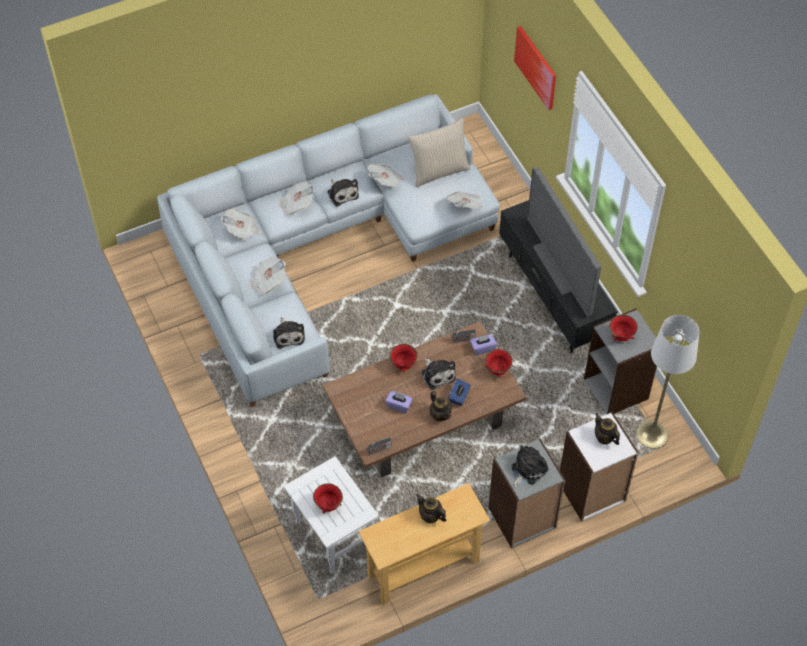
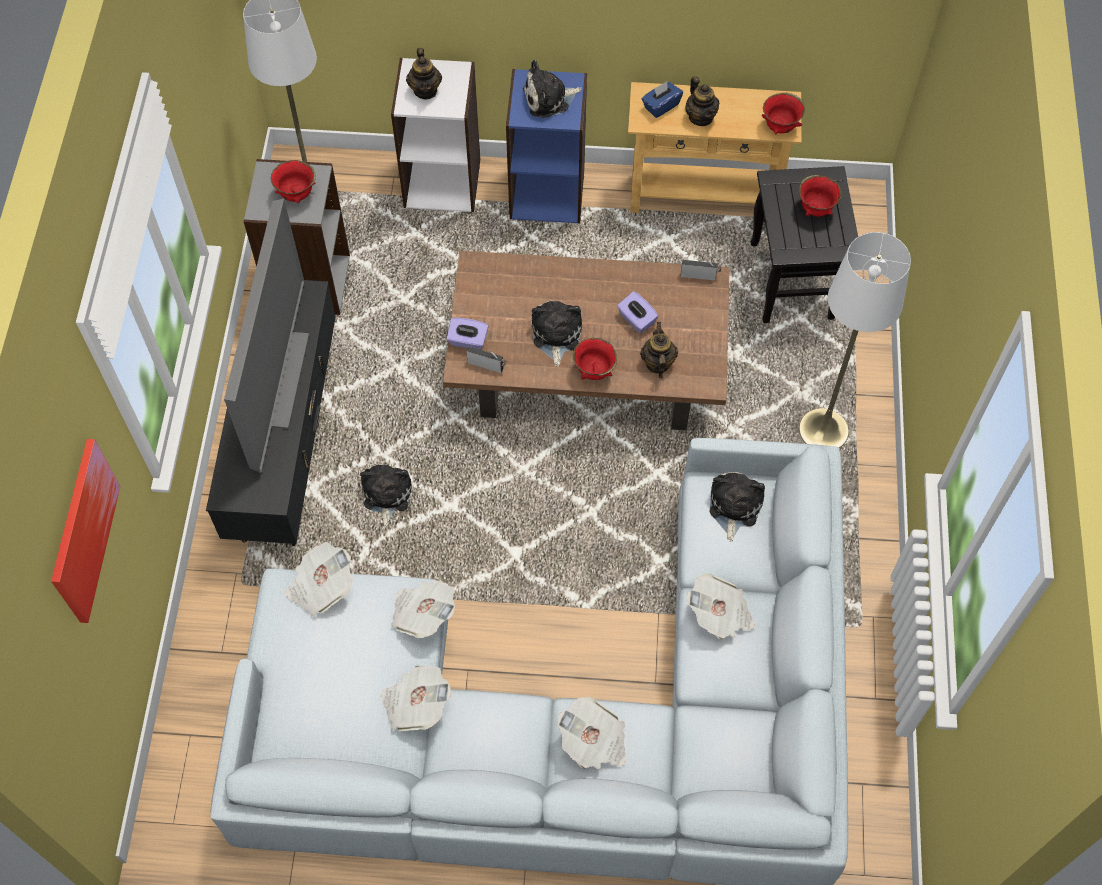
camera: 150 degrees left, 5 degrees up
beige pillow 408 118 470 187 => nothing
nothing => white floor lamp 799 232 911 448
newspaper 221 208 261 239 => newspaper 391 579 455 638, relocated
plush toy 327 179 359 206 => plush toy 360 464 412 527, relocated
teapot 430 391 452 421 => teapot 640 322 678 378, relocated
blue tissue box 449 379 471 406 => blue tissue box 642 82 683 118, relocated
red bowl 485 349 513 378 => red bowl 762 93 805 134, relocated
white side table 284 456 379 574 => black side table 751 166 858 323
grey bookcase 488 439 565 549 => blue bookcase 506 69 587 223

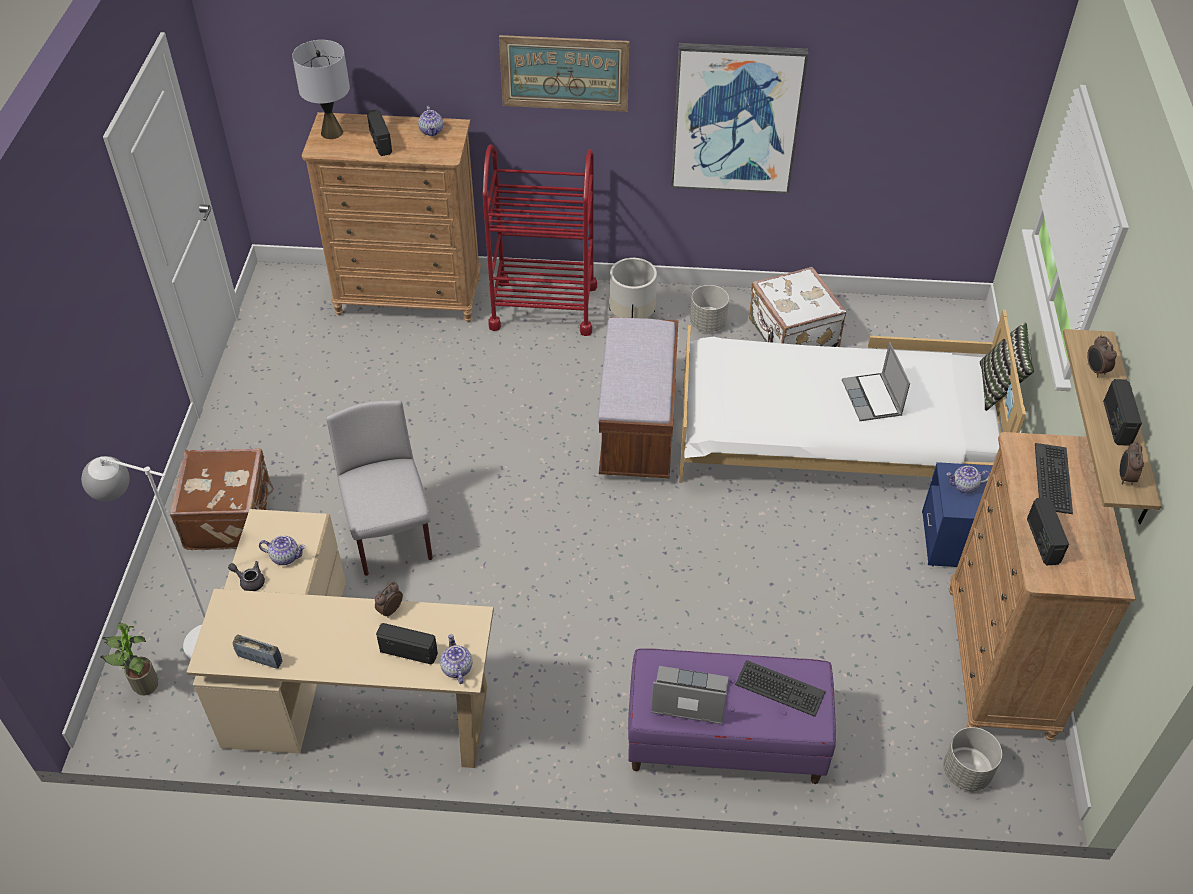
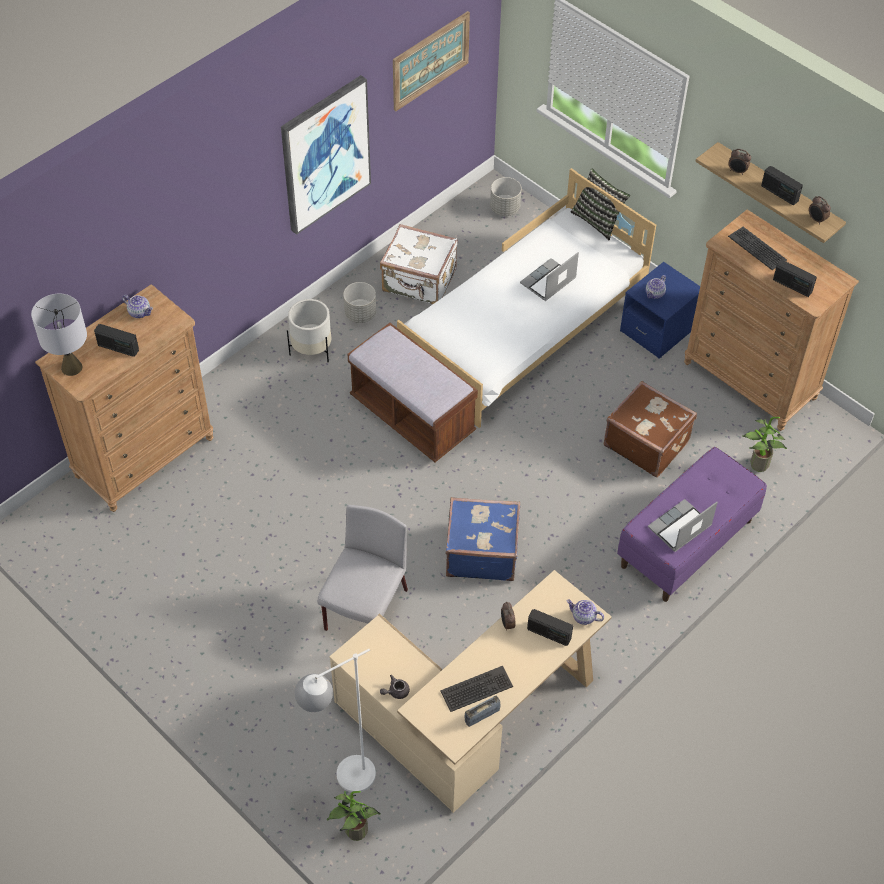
camera: 50 degrees left, 5 degrees up
teapot 259 536 306 565 => nothing
red cart 483 145 597 336 => nothing
nothing => blue suitcase 446 497 520 581
nothing => potted plant 742 417 787 472
brown suitcase 170 448 274 550 => brown suitcase 603 381 697 477, relocated
picture 499 35 629 112 => picture 393 11 470 111, relocated
keyboard 735 660 826 717 => keyboard 441 666 513 712, relocated
grey planter 943 727 1002 791 => grey planter 490 177 522 216, relocated
grey chair 326 400 433 576 => grey chair 317 505 408 631, 90 degrees clockwise
radio 376 623 438 664 => radio 527 609 573 646, 120 degrees counterclockwise
laptop 842 342 910 421 => laptop 520 252 579 301, 105 degrees clockwise

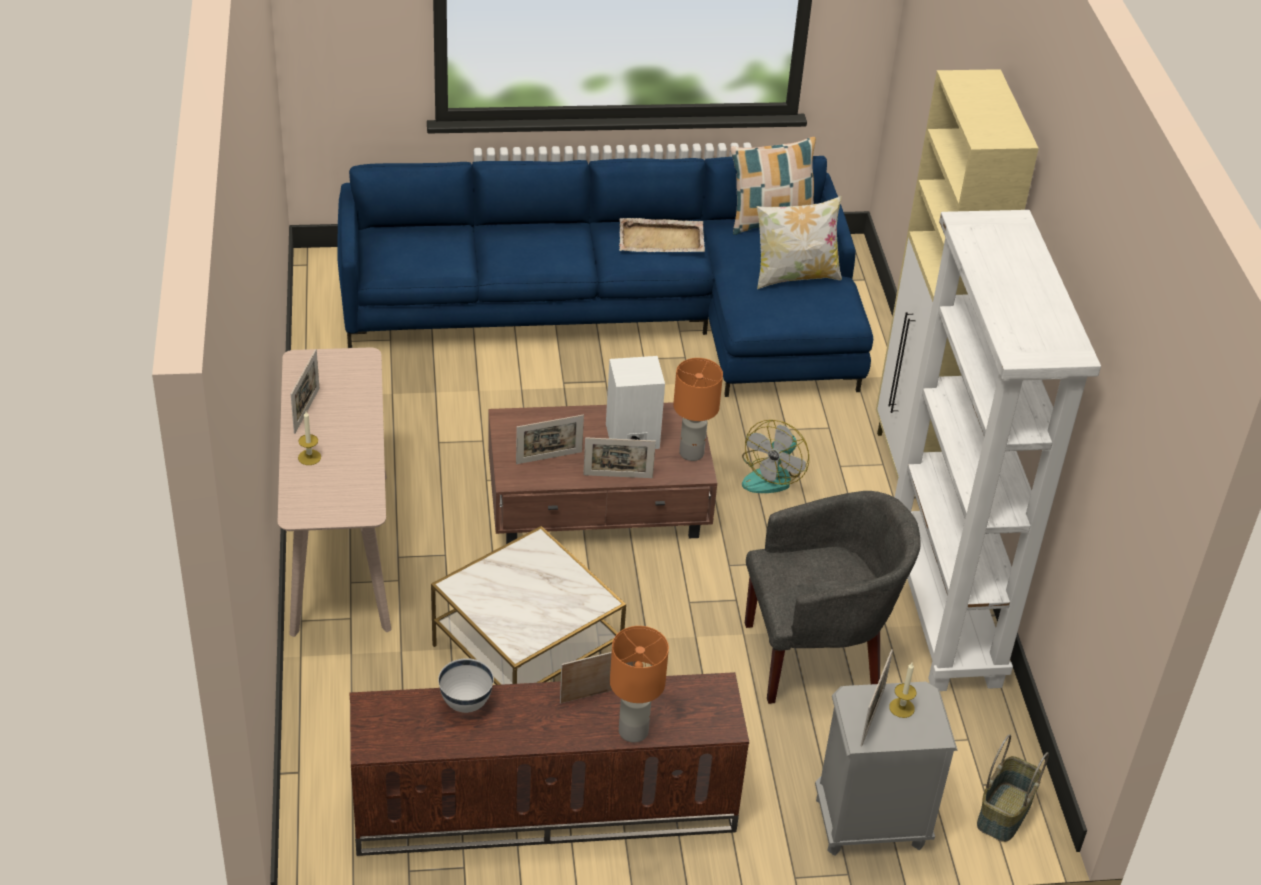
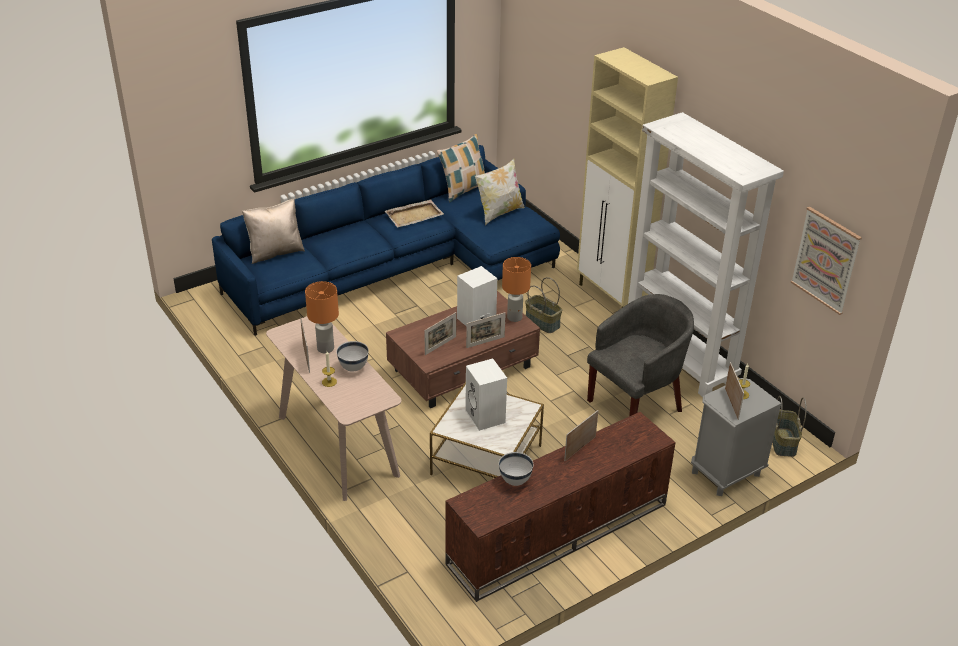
camera: 25 degrees left, 5 degrees down
nothing => beige pillow 242 199 305 264
nothing => white bowl 336 341 369 371
nothing => white speaker 465 359 507 431
nothing => picture 791 207 862 315
orange table lamp 610 626 669 743 => orange table lamp 305 281 339 354, relocated
fan 742 420 809 493 => basket 525 277 562 333

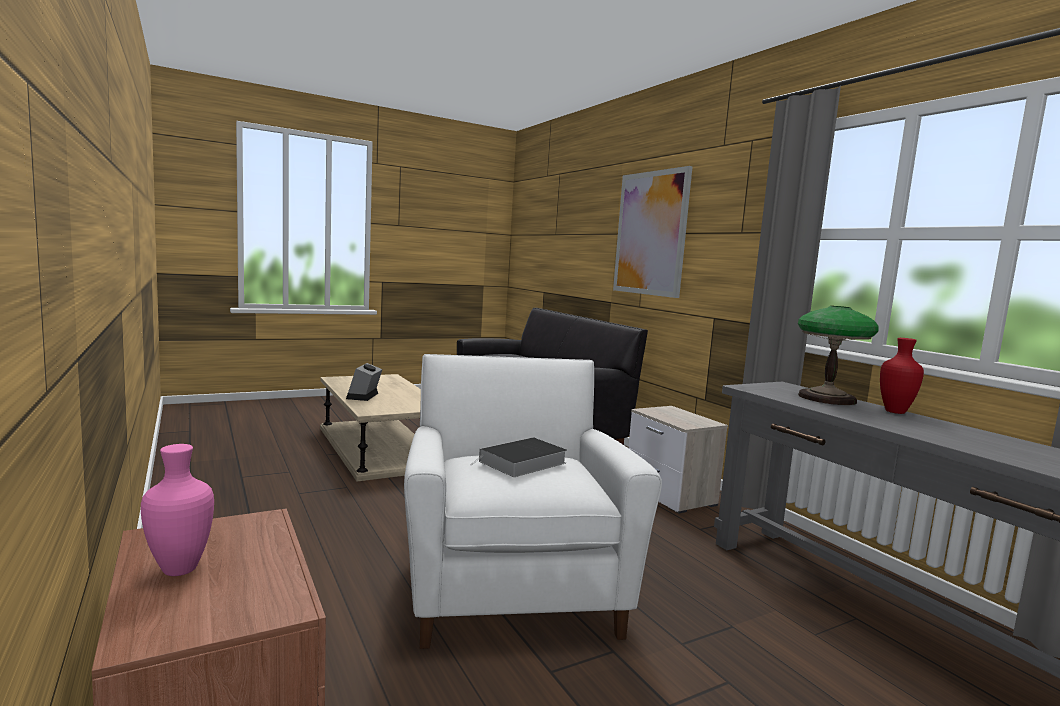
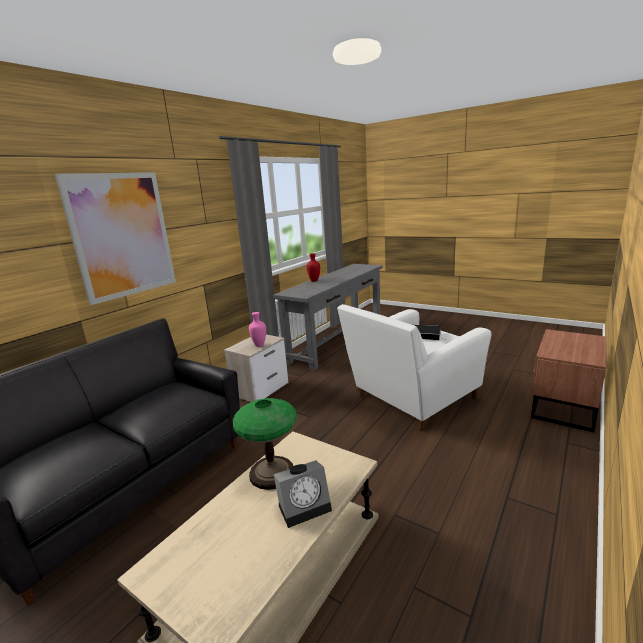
camera: 115 degrees left, 10 degrees up
pink vase 141 444 214 576 => pink vase 249 312 266 347, relocated
table lamp 798 306 879 405 => table lamp 233 398 297 490, relocated

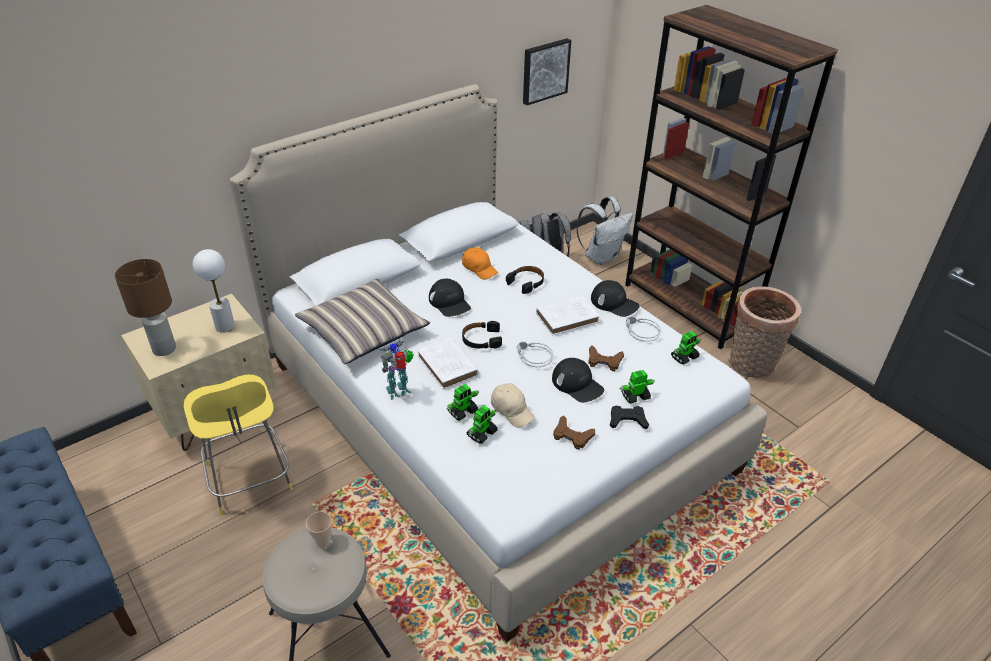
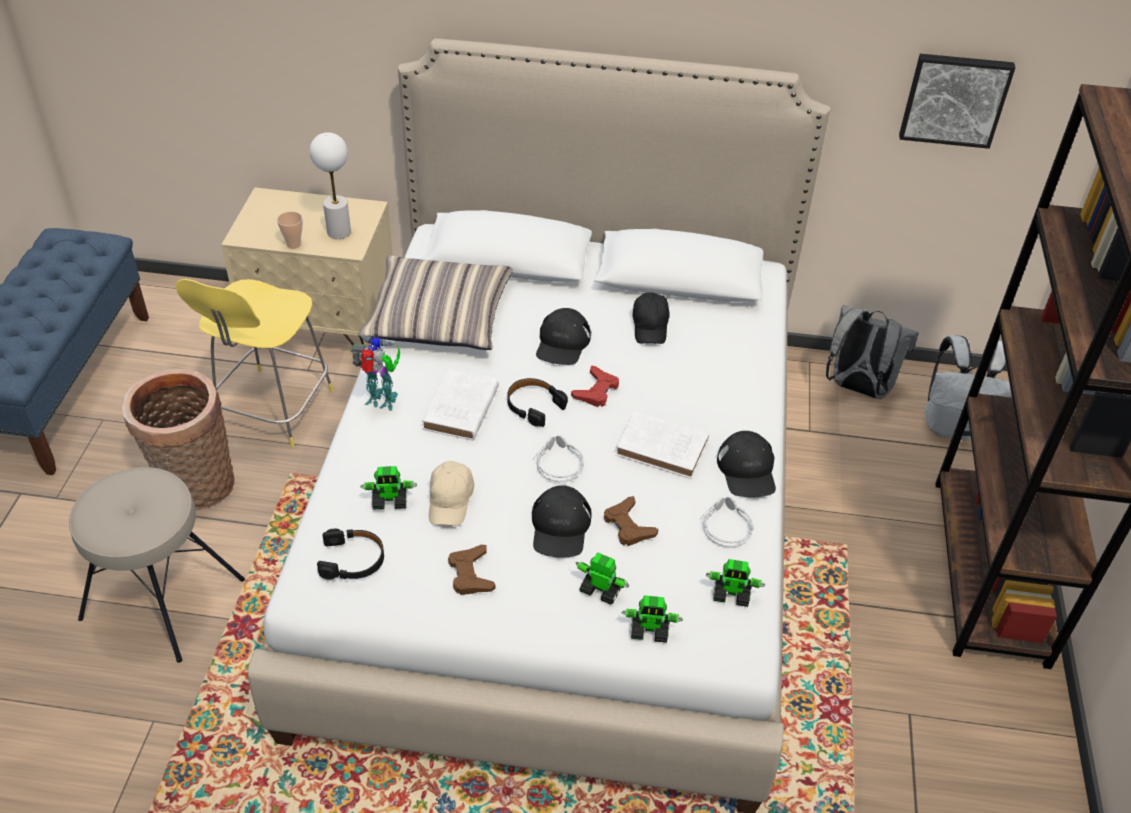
camera: 45 degrees right, 5 degrees up
brown table lamp 115 259 176 356 => nothing
black game controller 610 406 649 429 => nothing
nothing => red game controller 571 365 619 407
cup 306 511 332 548 => cup 277 211 303 249, relocated
toy robot 447 384 479 421 => toy robot 622 595 683 643, relocated
black headphones 506 266 544 294 => black headphones 317 528 384 580, relocated
basket 729 286 801 379 => basket 122 369 235 509, relocated
orange cap 462 247 498 280 => black cap 633 292 670 344

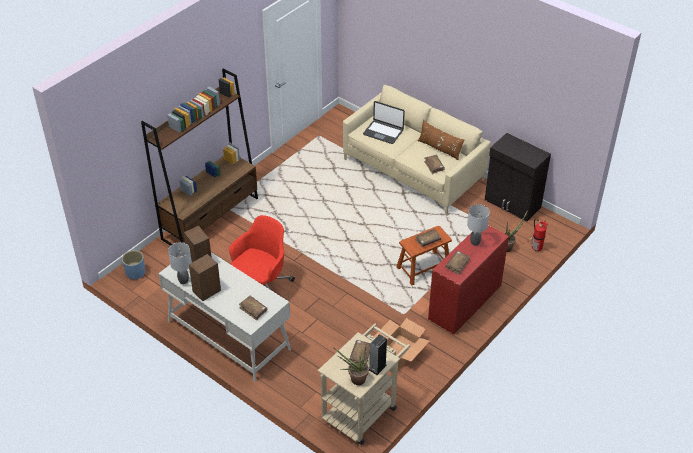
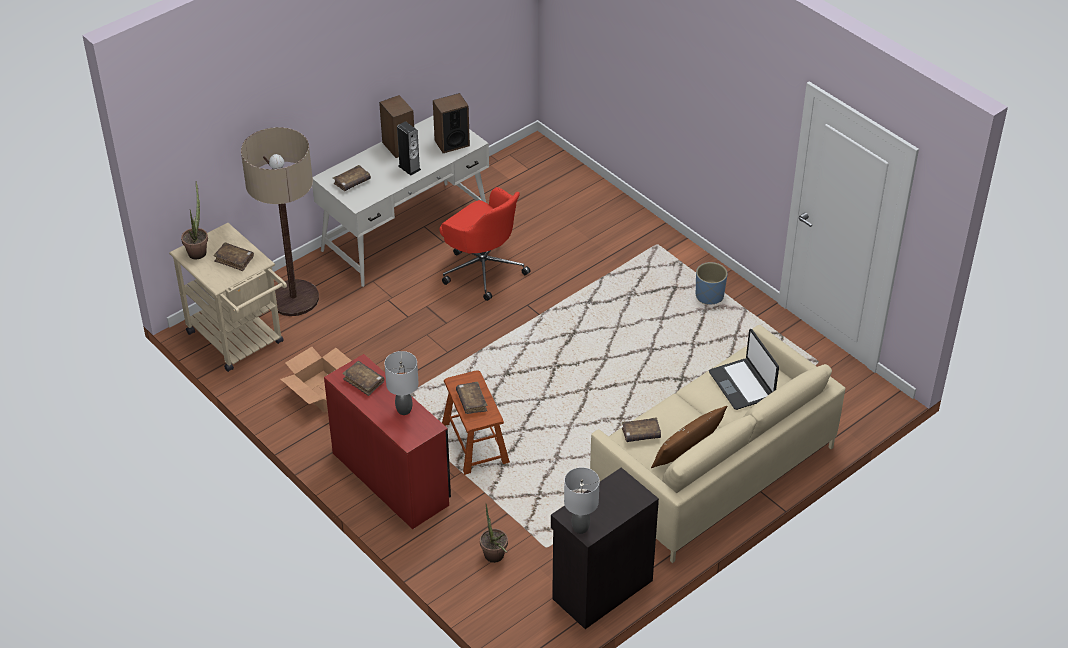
camera: 100 degrees right, 0 degrees up
brown bookcase 141 68 258 246 => nothing
fire extinguisher 530 219 548 251 => nothing
nothing => floor lamp 241 127 319 316
blue planter 122 250 145 280 => blue planter 696 262 727 304, relocated
grey table lamp 168 242 192 284 => grey table lamp 564 467 600 534, relocated
speaker 369 334 387 375 => speaker 397 121 421 176, relocated
laptop 363 101 405 144 => laptop 709 329 779 410, 60 degrees counterclockwise

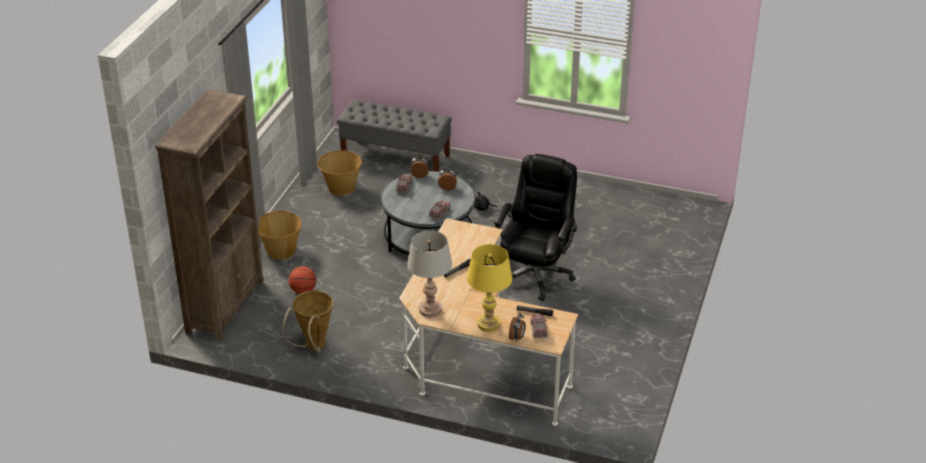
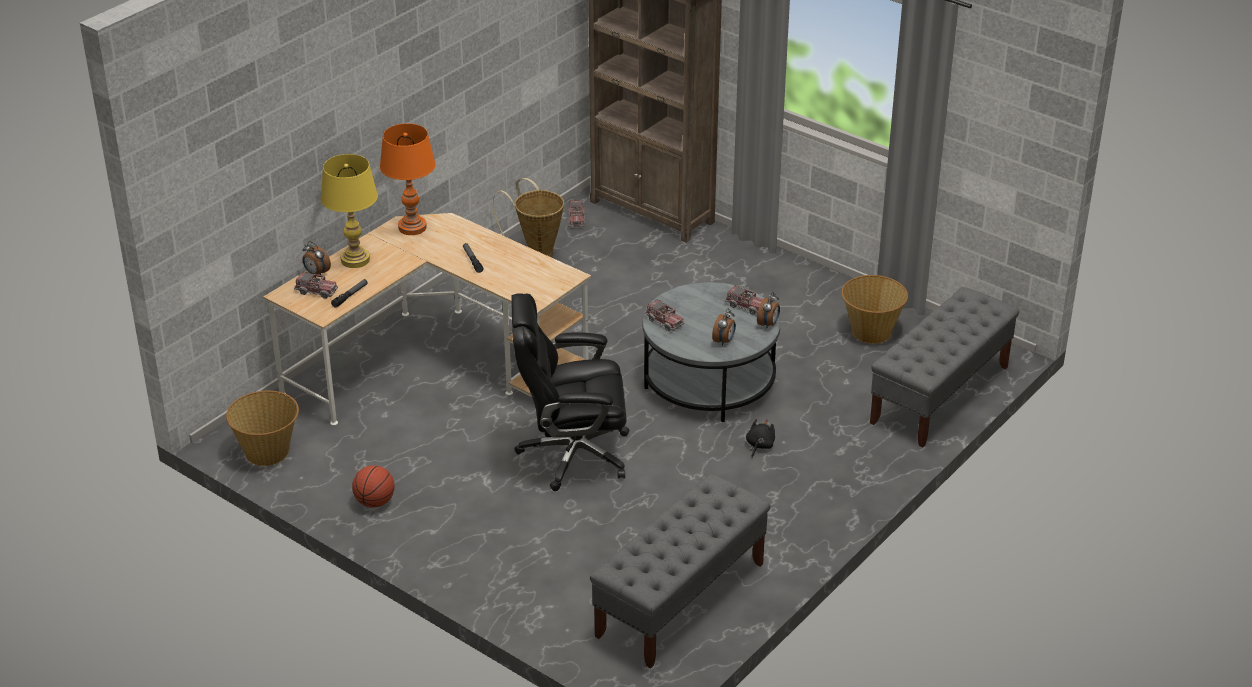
camera: 110 degrees right, 0 degrees up
nothing => toy truck 568 200 585 227
nothing => grey bench 590 474 771 668
basket 258 211 302 260 => basket 226 391 299 466, relocated
basketball 289 266 316 294 => basketball 352 465 394 507, relocated
grey table lamp 407 231 452 318 => orange table lamp 380 124 436 235
black office chair 494 154 577 301 => black office chair 511 293 630 491, 135 degrees clockwise

